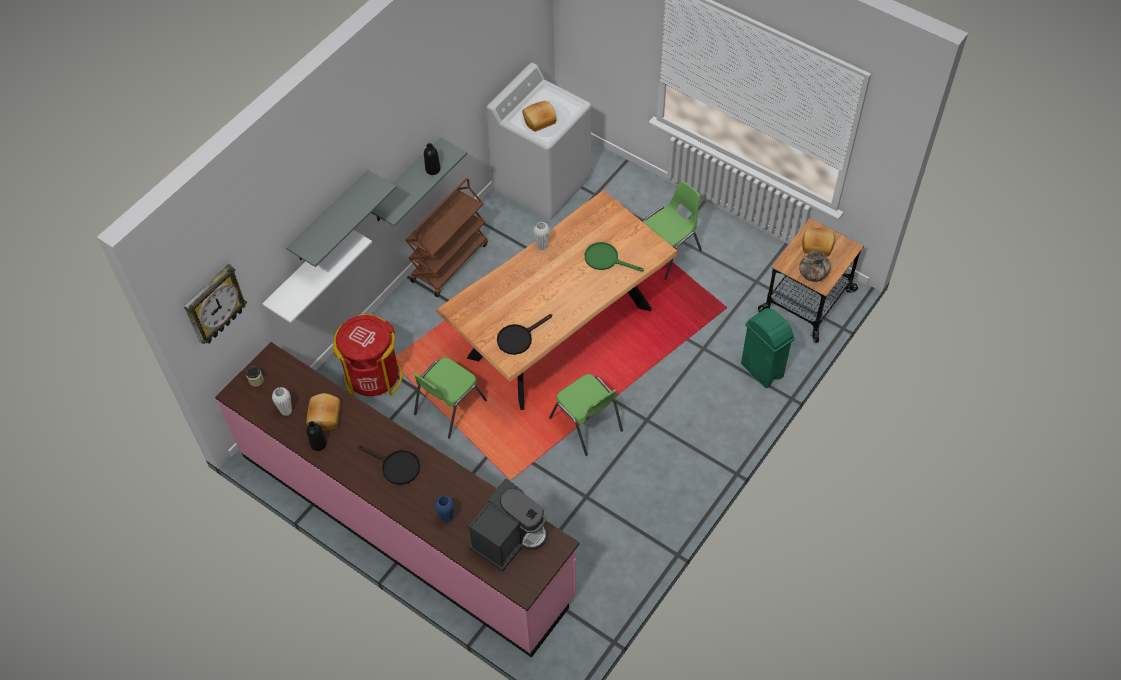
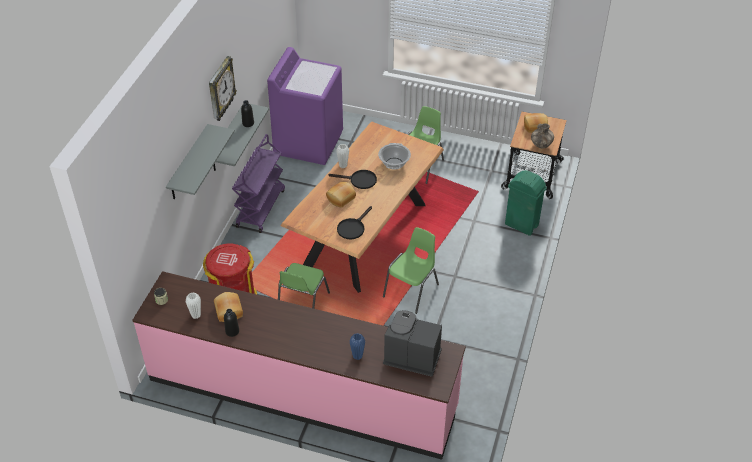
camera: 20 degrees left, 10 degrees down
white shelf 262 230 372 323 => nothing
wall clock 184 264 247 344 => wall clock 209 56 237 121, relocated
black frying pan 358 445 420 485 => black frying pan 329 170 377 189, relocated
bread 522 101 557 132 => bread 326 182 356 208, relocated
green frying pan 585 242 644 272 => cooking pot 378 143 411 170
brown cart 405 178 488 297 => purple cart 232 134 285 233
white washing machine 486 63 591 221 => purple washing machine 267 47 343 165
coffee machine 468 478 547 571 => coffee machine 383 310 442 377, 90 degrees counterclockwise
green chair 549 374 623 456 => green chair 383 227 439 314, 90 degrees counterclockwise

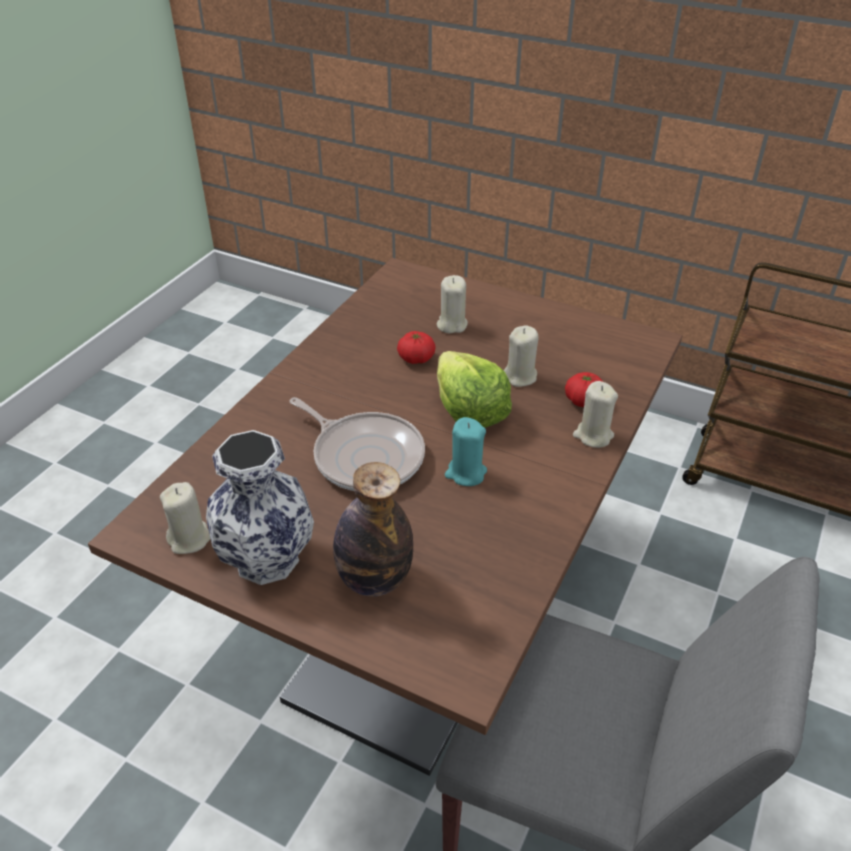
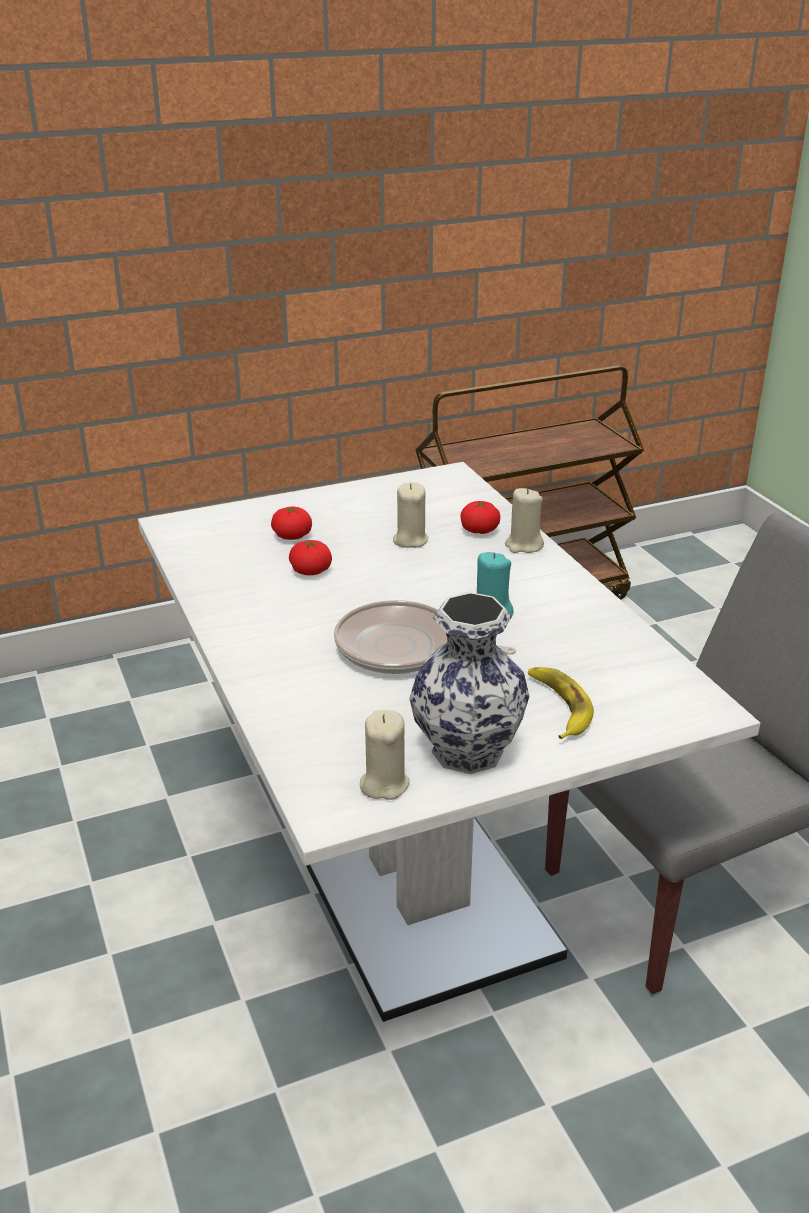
camera: 50 degrees left, 10 degrees down
lettuce 437 351 512 428 => nothing
bottle 333 462 413 596 => banana 528 667 594 739
beige candle 437 275 468 333 => tomato 271 507 312 540
brown dining table 88 258 683 776 => white dining table 138 462 760 1022
frying pan 289 397 425 491 => frying pan 334 600 516 674, 150 degrees counterclockwise

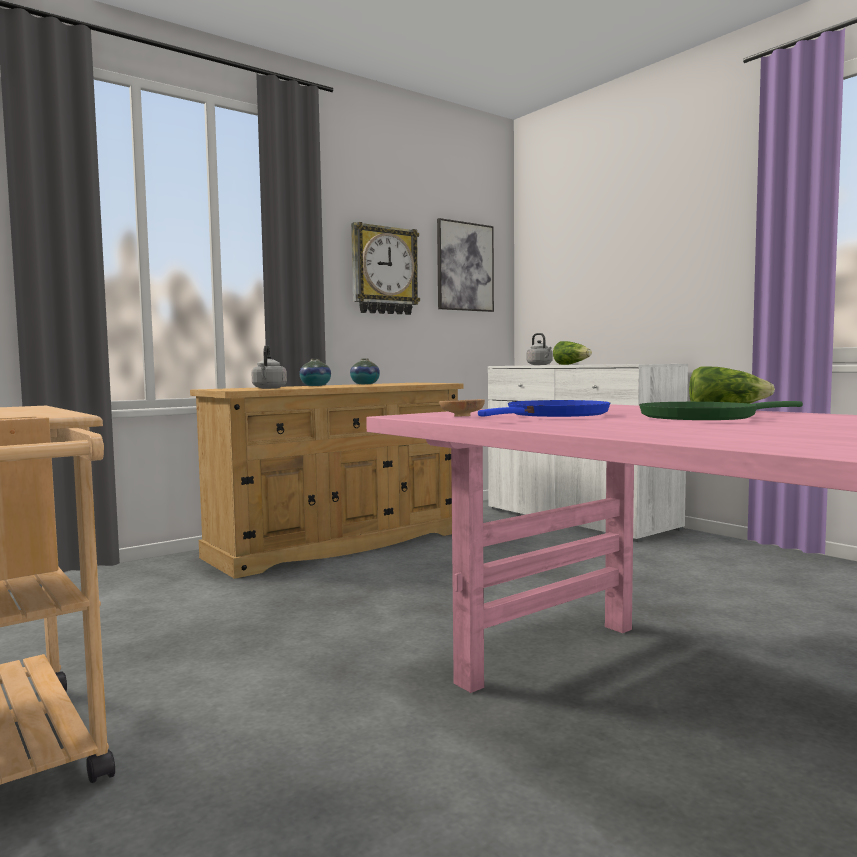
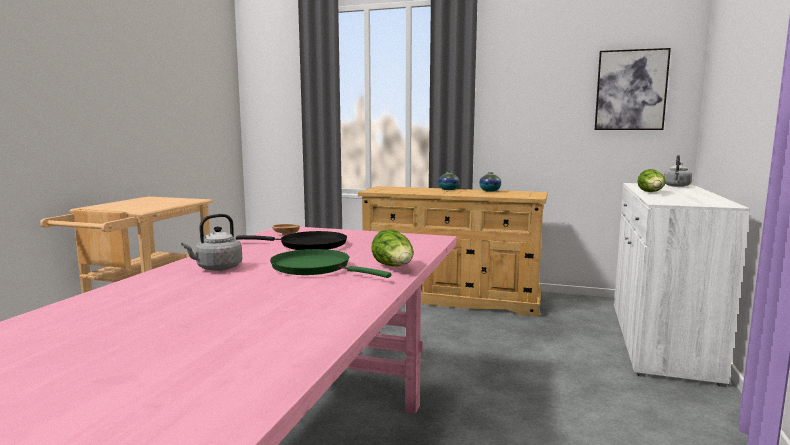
camera: 55 degrees right, 5 degrees up
wall clock 351 222 420 315 => nothing
grey kettle 251 345 287 389 => grey kettle 181 214 242 271, relocated
blue frying pan 478 400 610 417 => black frying pan 236 231 347 250

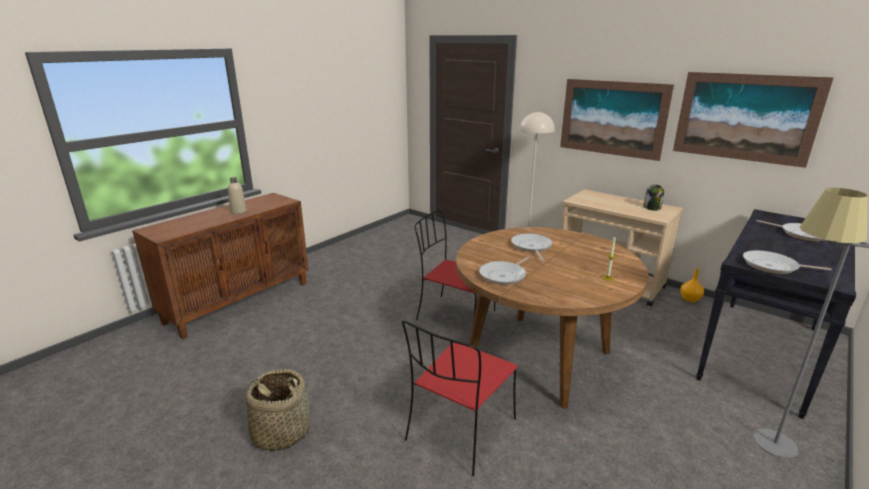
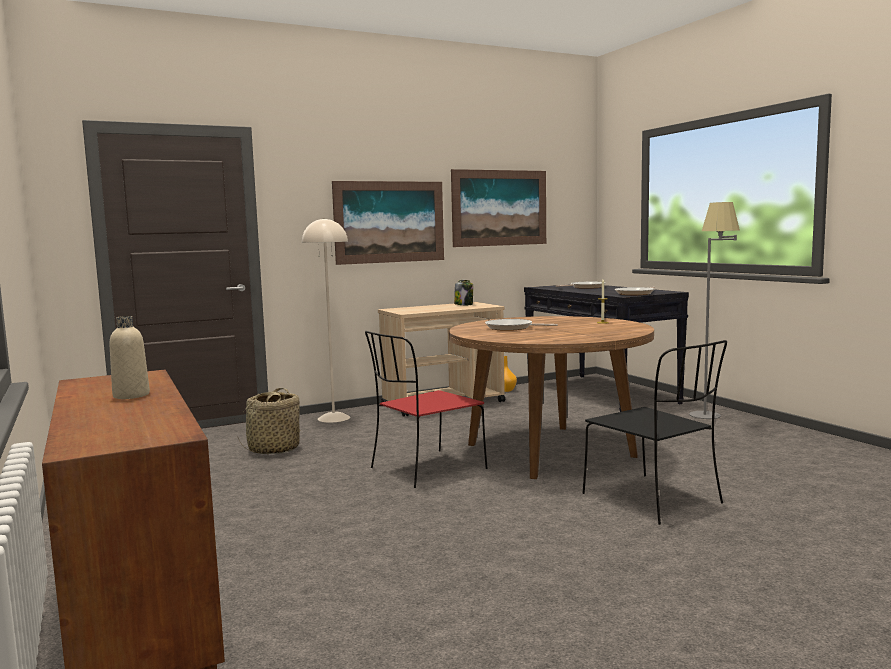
camera: 65 degrees left, 15 degrees down
frying pan 479 257 530 285 => nothing
basket 244 369 312 451 => basket 237 388 300 454, relocated
red chair 402 320 518 476 => black chair 582 340 727 525

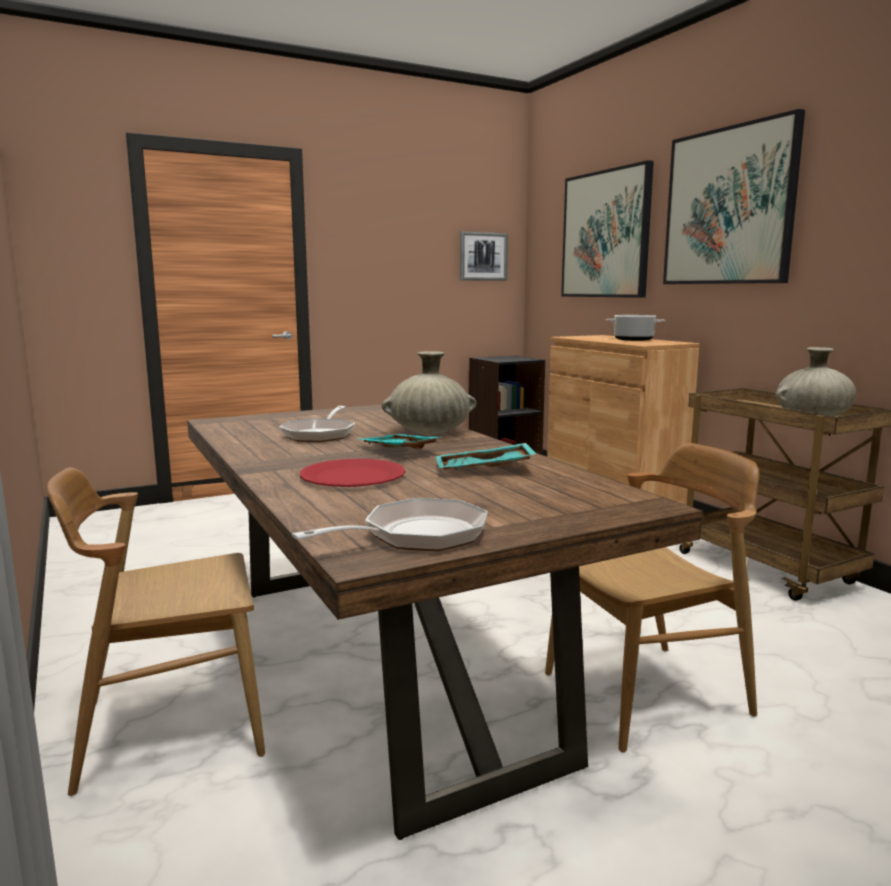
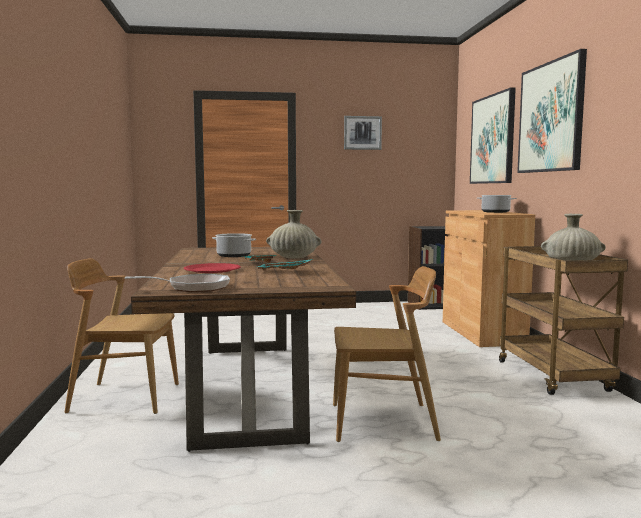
camera: 20 degrees right, 5 degrees down
picture 460 232 508 281 => picture 344 116 382 150, relocated
frying pan 279 406 355 442 => cooking pot 212 233 256 257

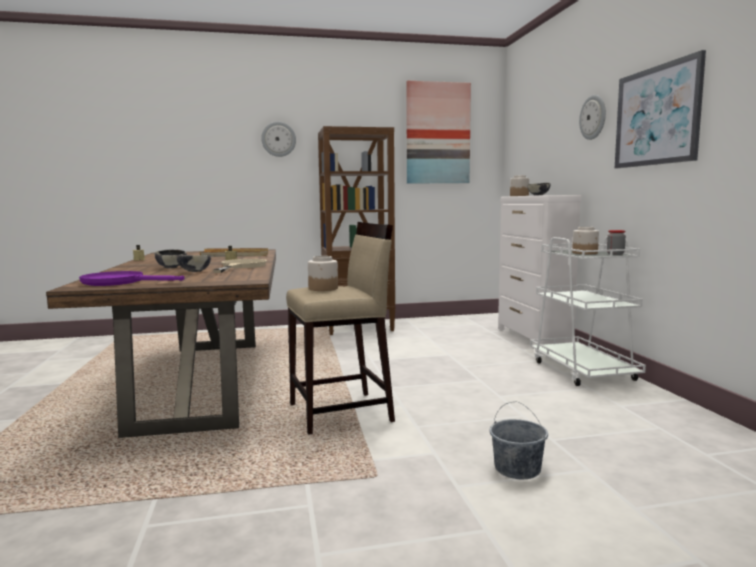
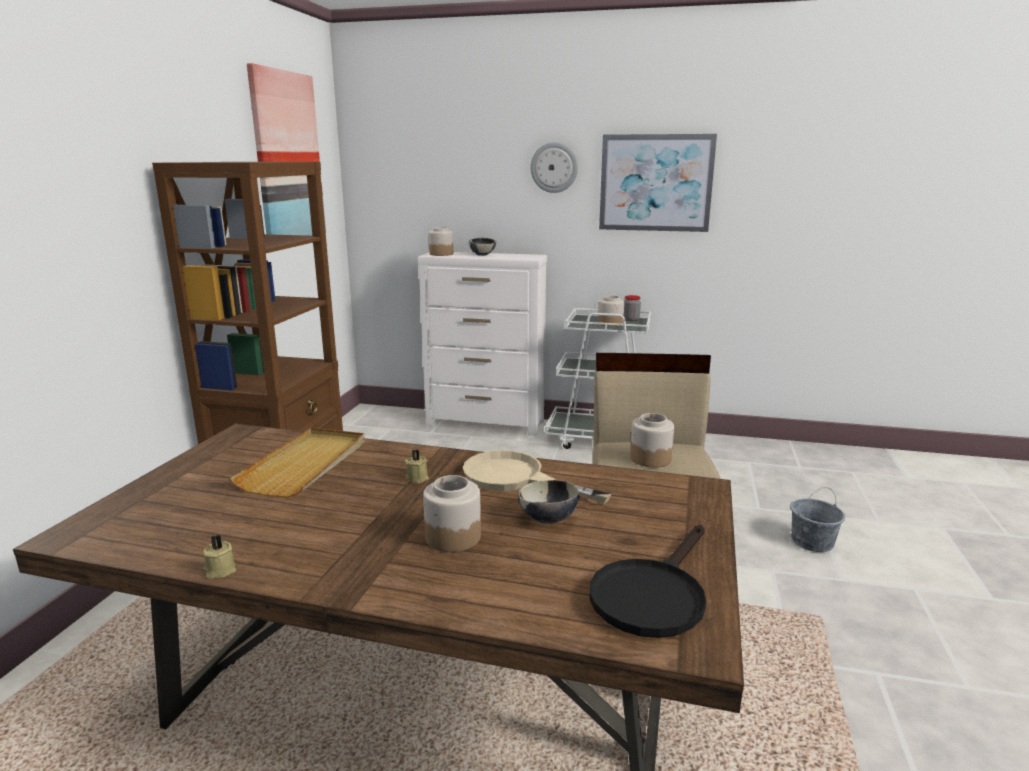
camera: 65 degrees left, 10 degrees up
wall clock 261 122 296 157 => nothing
bowl 154 249 187 268 => jar 423 475 481 552
purple frying pan 79 271 184 286 => black frying pan 589 525 706 638

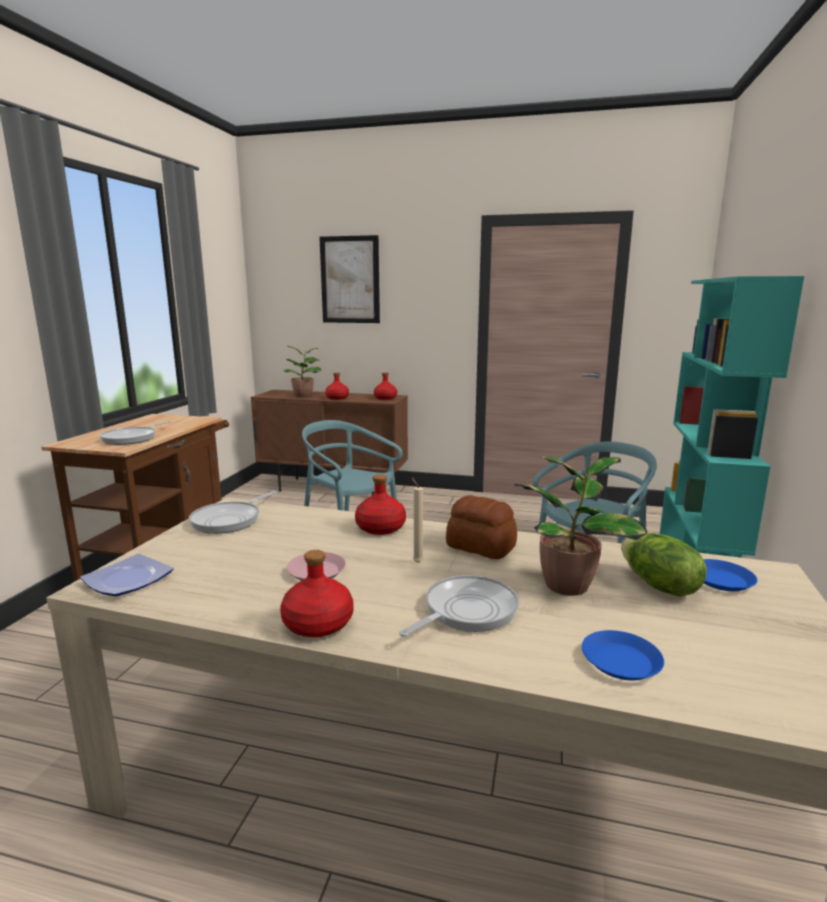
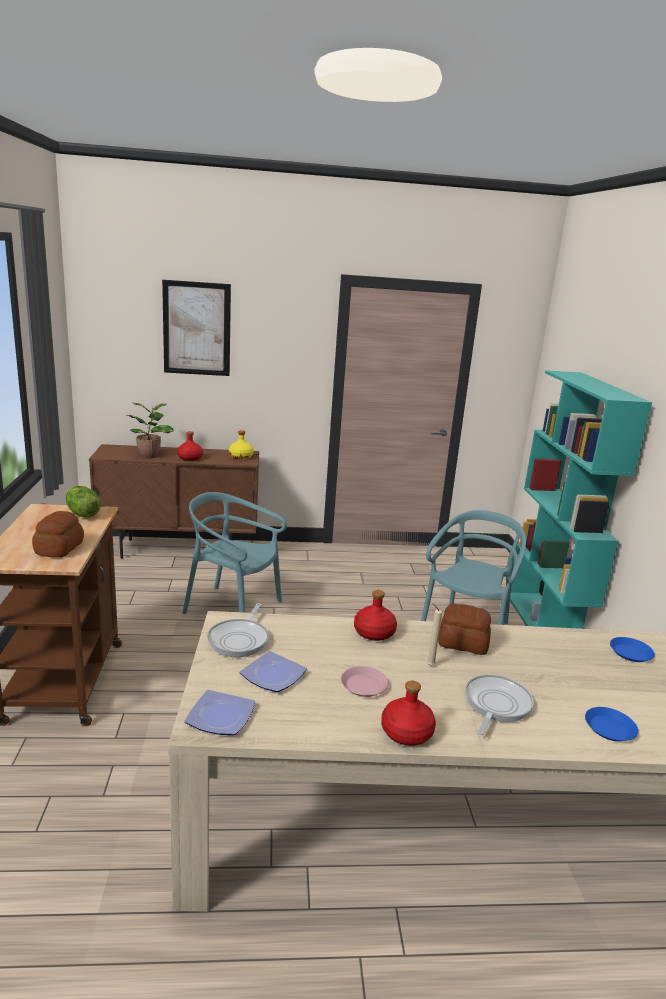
camera: 20 degrees left, 5 degrees up
potted plant 515 456 647 596 => nothing
nothing => plate 239 651 307 692
lettuce 621 533 707 597 => lettuce 66 486 101 518, relocated
frying pan 100 421 172 445 => bread 32 511 84 558
red bottle 374 372 397 400 => yellow bottle 229 430 254 459

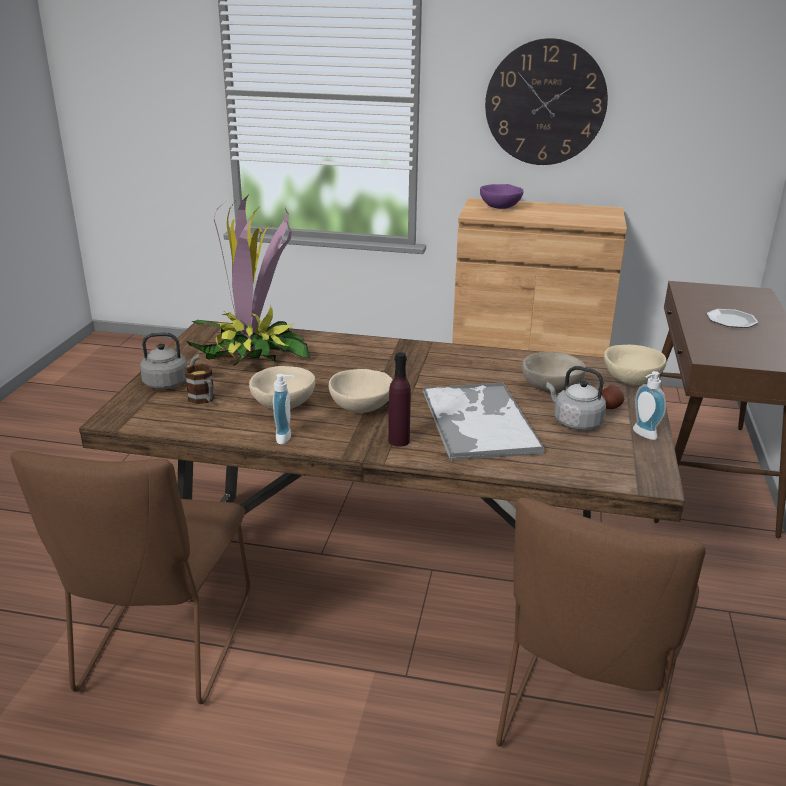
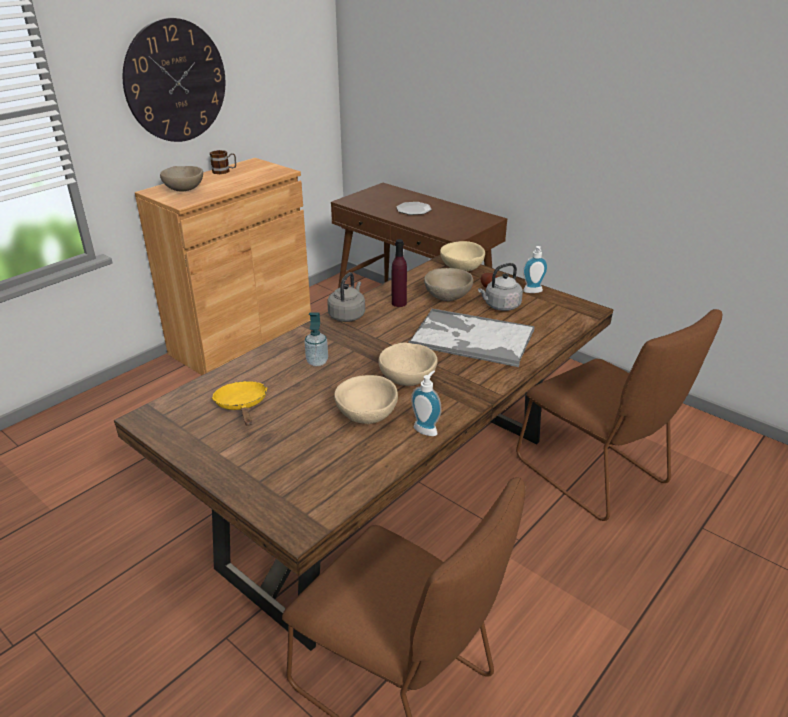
camera: 60 degrees left, 5 degrees up
nothing => soap dispenser 304 312 328 366
grey kettle 140 333 199 389 => grey kettle 327 272 365 322, relocated
mug 185 364 215 404 => mug 210 150 236 174, relocated
purple bottle 388 352 411 447 => purple bottle 392 239 407 307, relocated
potted plant 187 193 311 366 => yellow frying pan 212 381 267 426
purple bowl 480 184 523 209 => beige bowl 160 166 203 192

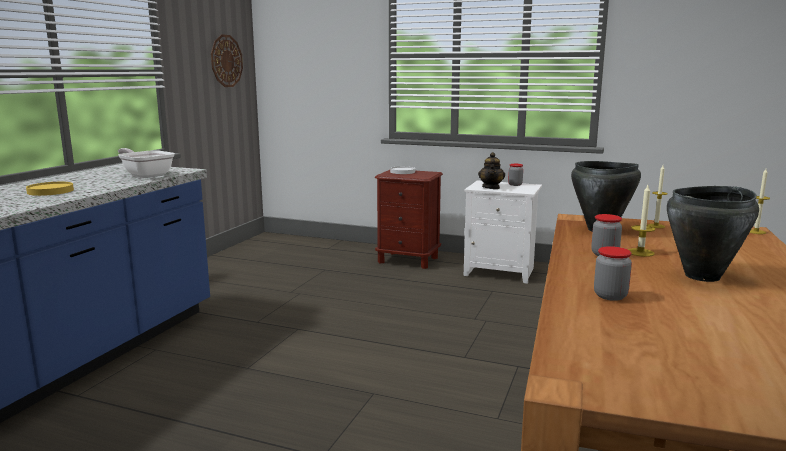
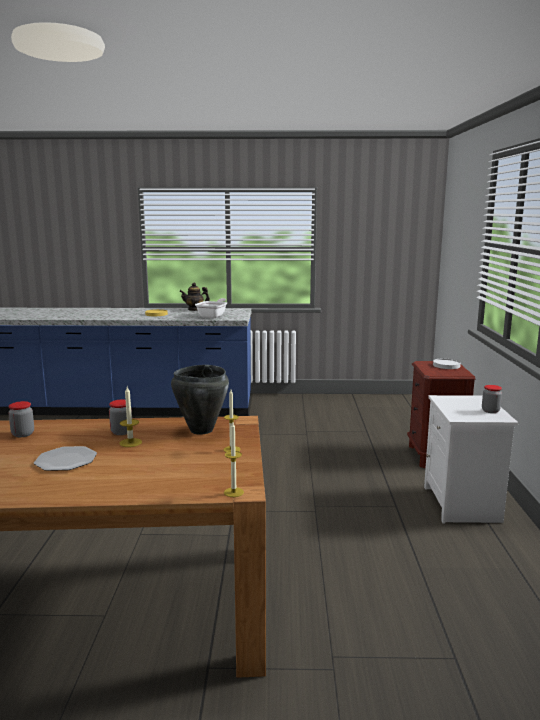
camera: 70 degrees right, 0 degrees up
wall clock 211 34 243 87 => nothing
teapot 478 152 505 189 => teapot 179 283 210 311, relocated
black cooking pot 667 186 759 282 => plate 34 446 97 471

